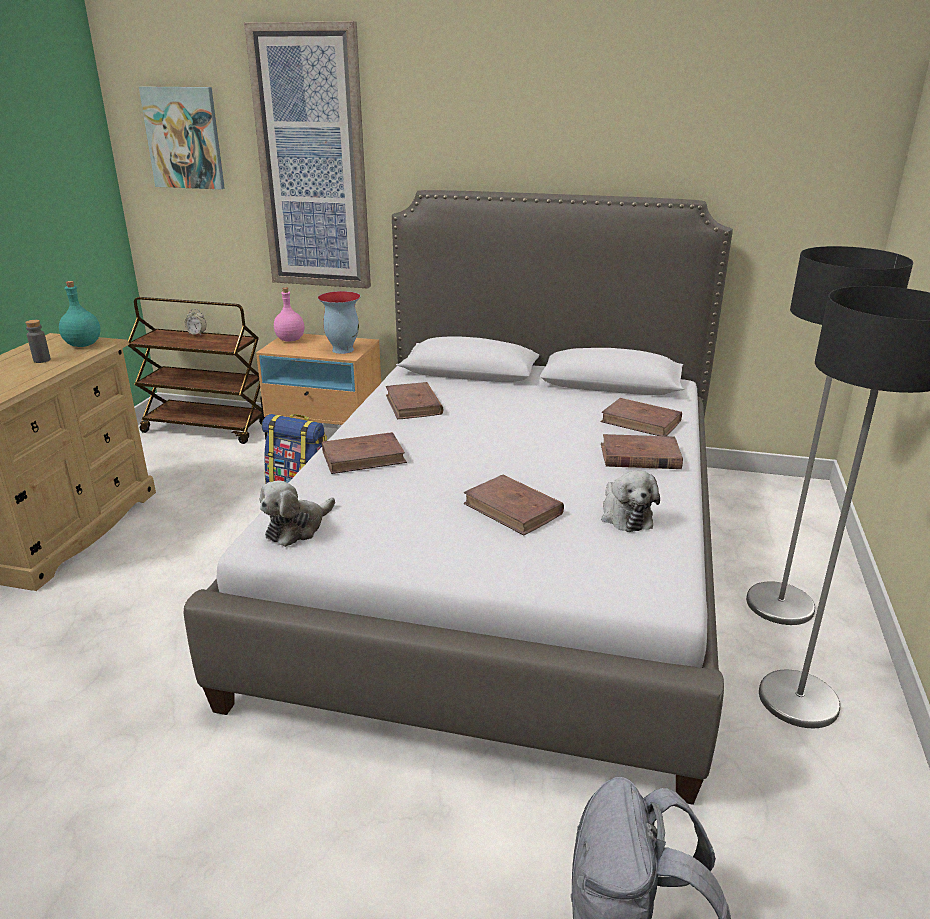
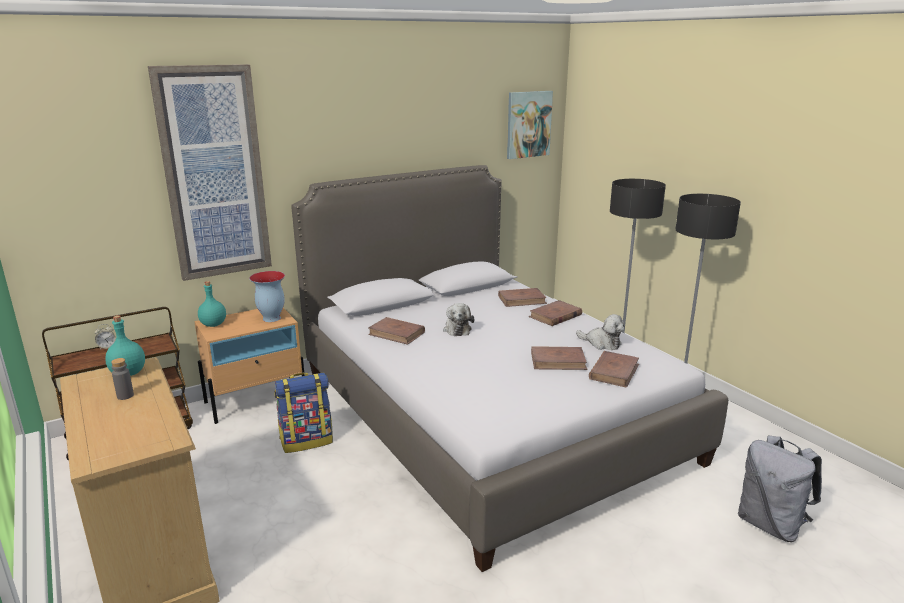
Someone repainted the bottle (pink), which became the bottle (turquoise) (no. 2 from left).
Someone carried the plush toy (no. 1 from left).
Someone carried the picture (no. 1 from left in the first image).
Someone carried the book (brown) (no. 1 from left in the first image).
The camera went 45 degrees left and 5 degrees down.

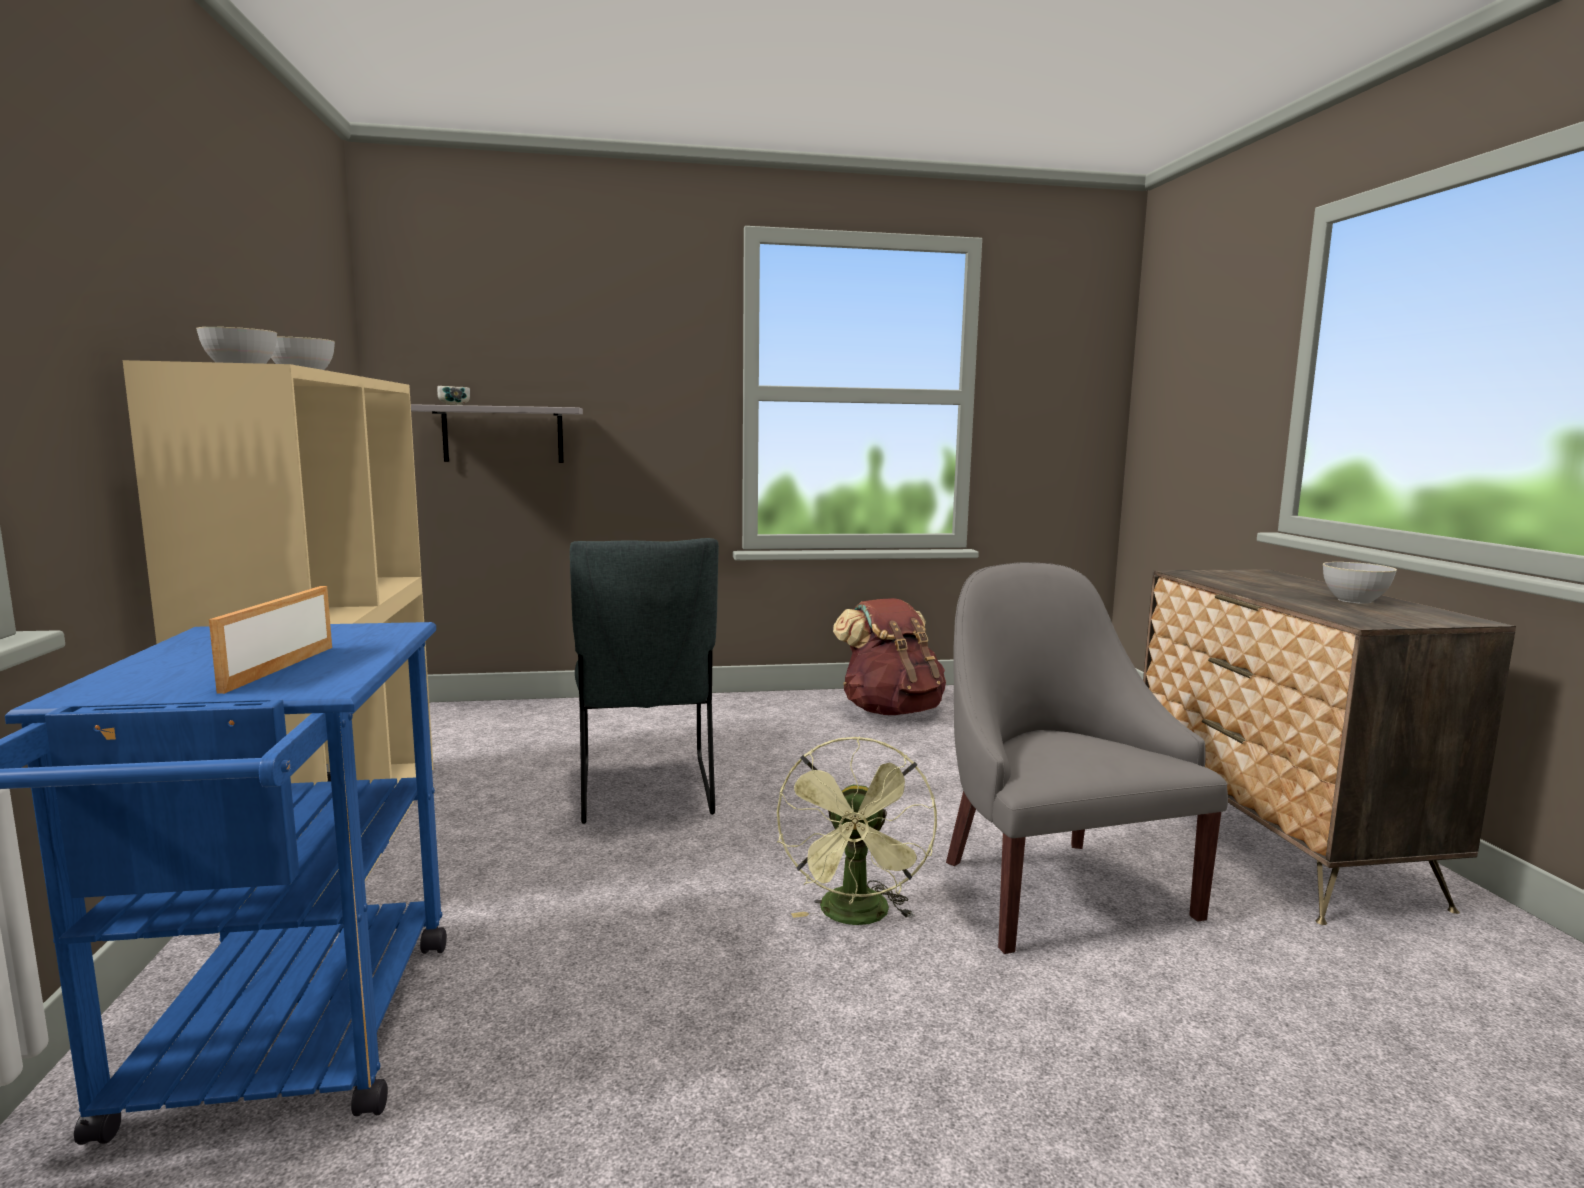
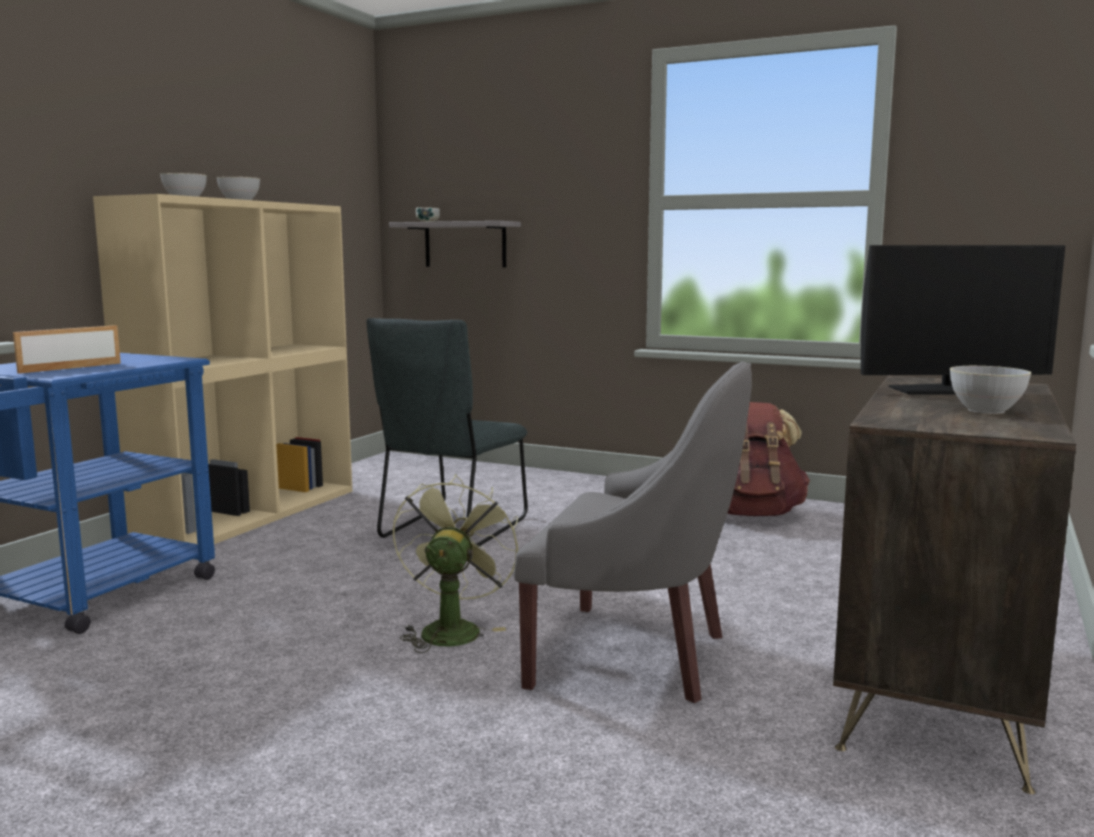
Someone rotated the fan (green) by 150 degrees clockwise.
Someone rotated the armchair (grey) by 90 degrees clockwise.
Someone put down the monitor.
The camera went 35 degrees right and 0 degrees up.

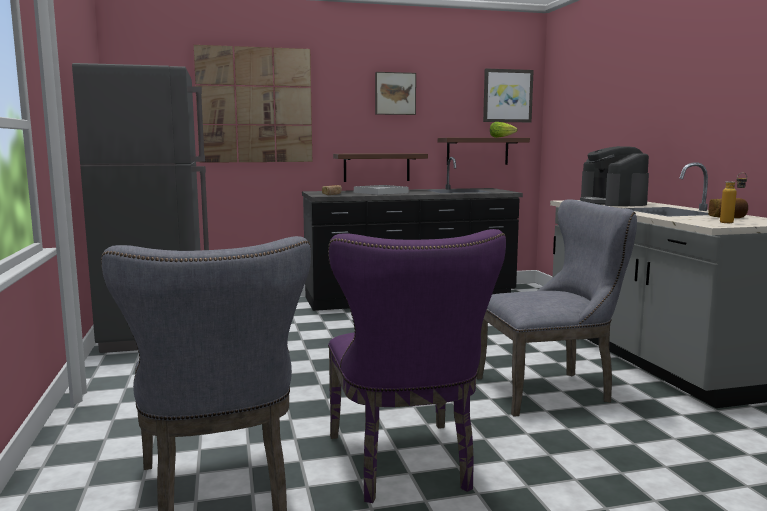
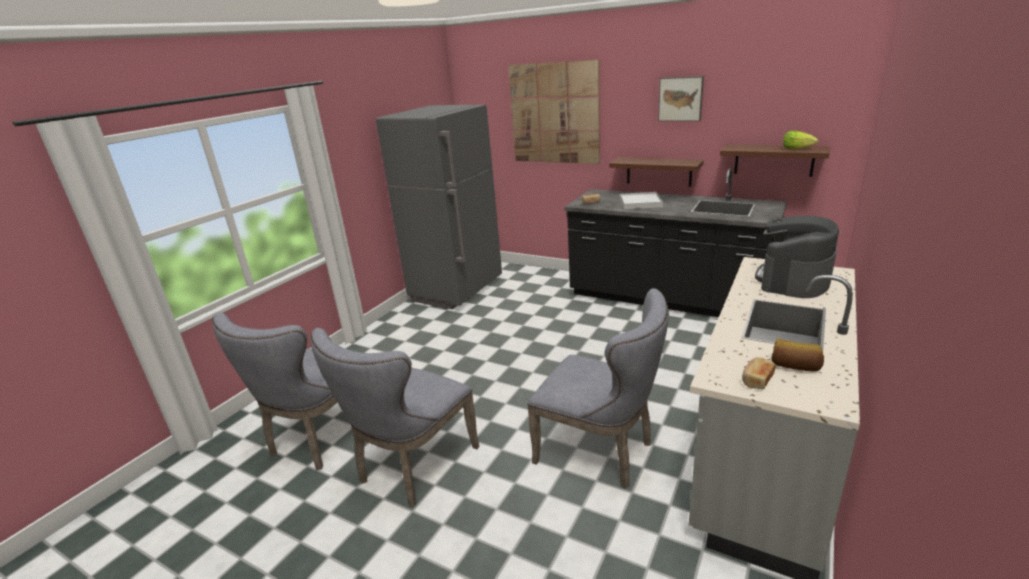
Someone repainted the chair (purple), which became the chair (grey) (no. 2 from left).
Someone swapped the bottle for the bread (no. 2 from left).
Someone took away the picture (no. 3 from left).
The camera went 45 degrees right and 15 degrees up.

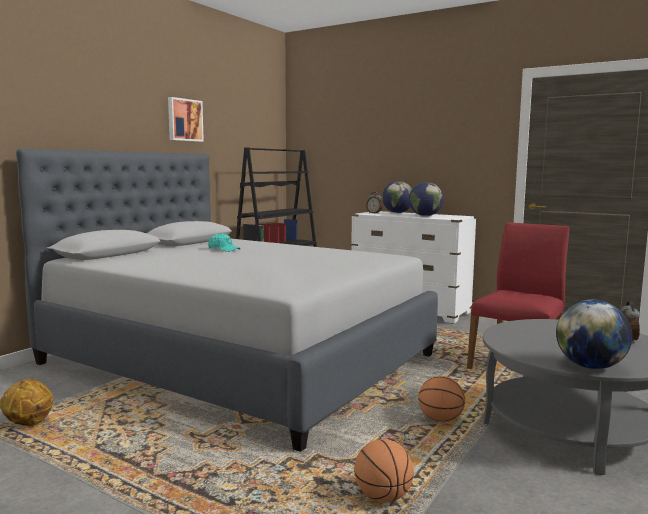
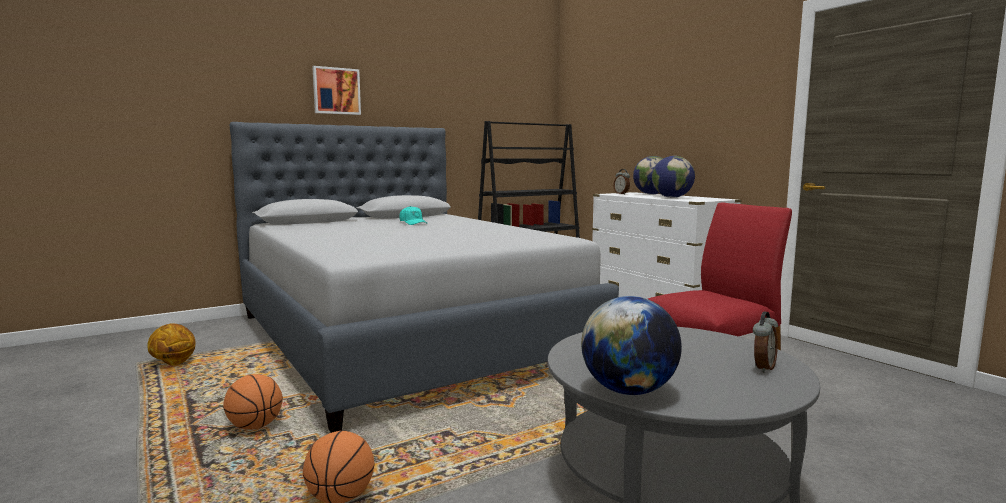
Someone carried the basketball (no. 3 from left in the first image).
Someone carried the picture.
The camera went 25 degrees right and 0 degrees up.

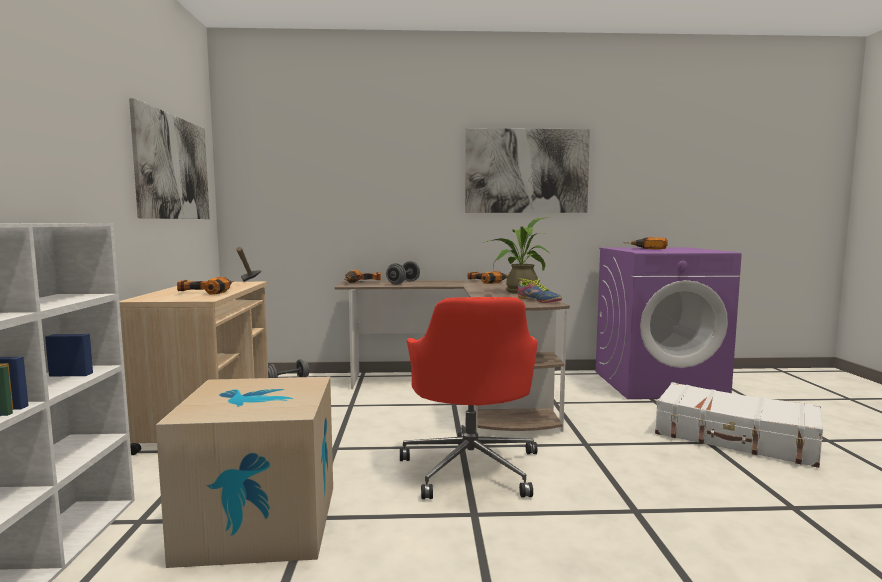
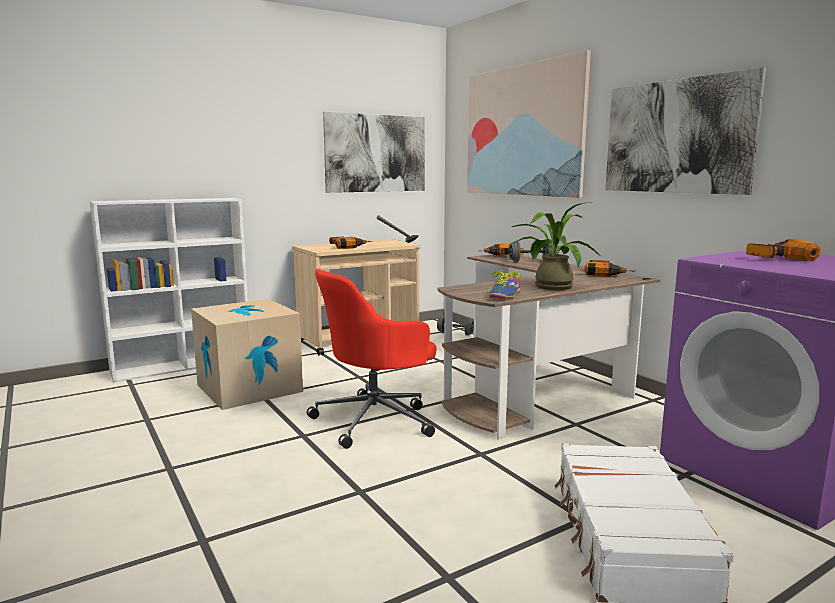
Someone put up the picture (no. 2 from left).
The camera went 60 degrees right and 5 degrees up.

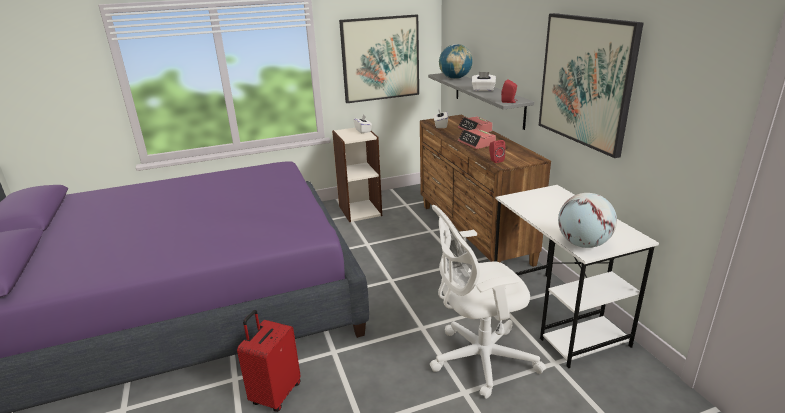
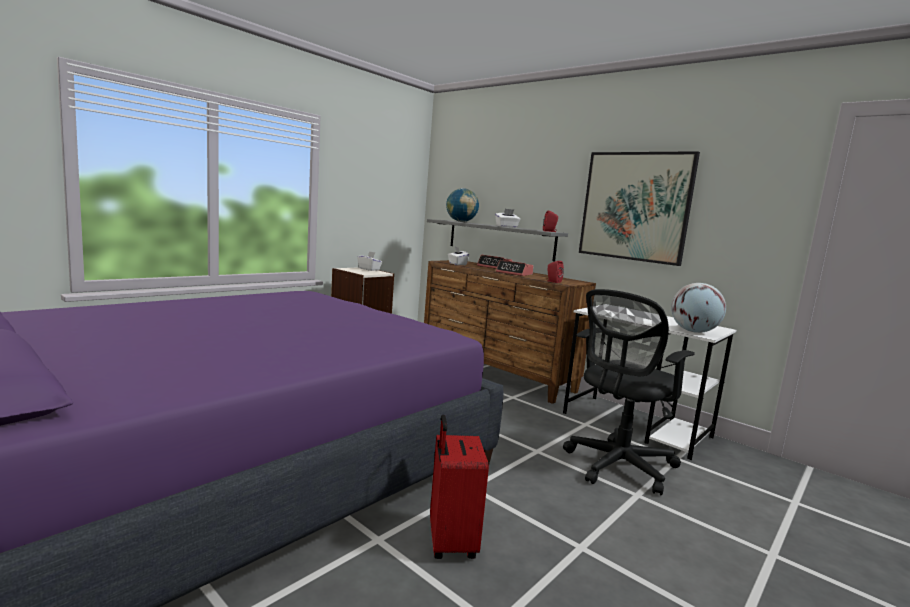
Someone repainted the office chair (white), which became the office chair (black).
Someone took away the picture (no. 1 from left).
The camera went 30 degrees left and 15 degrees down.

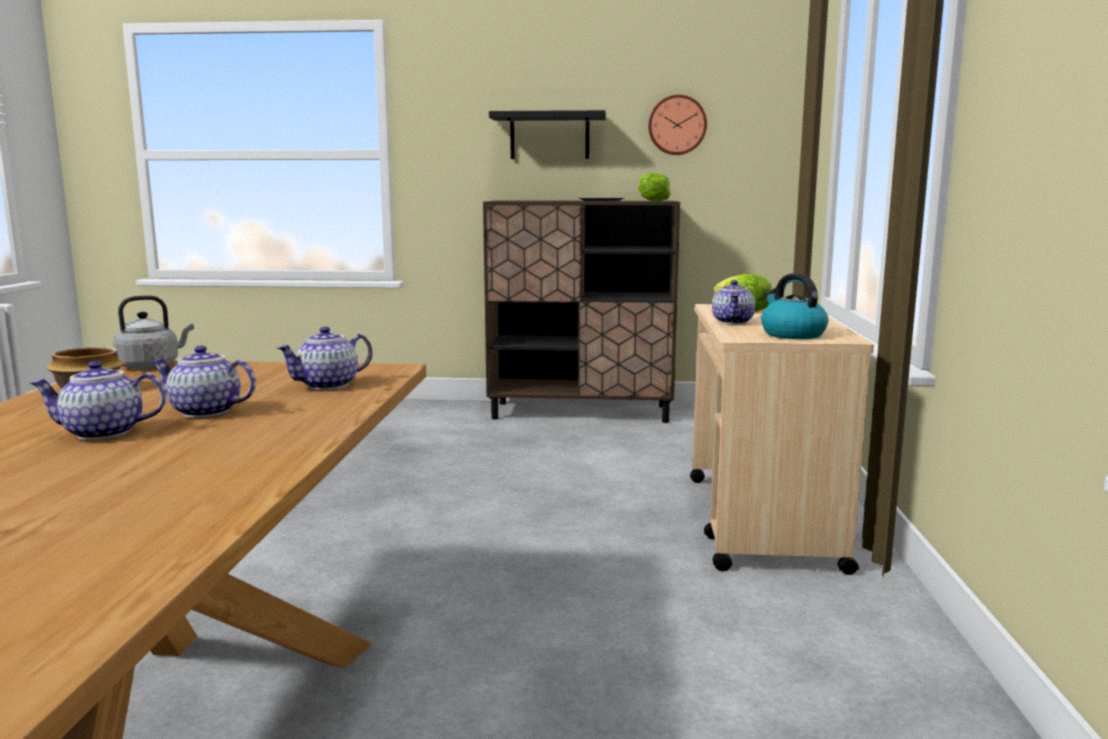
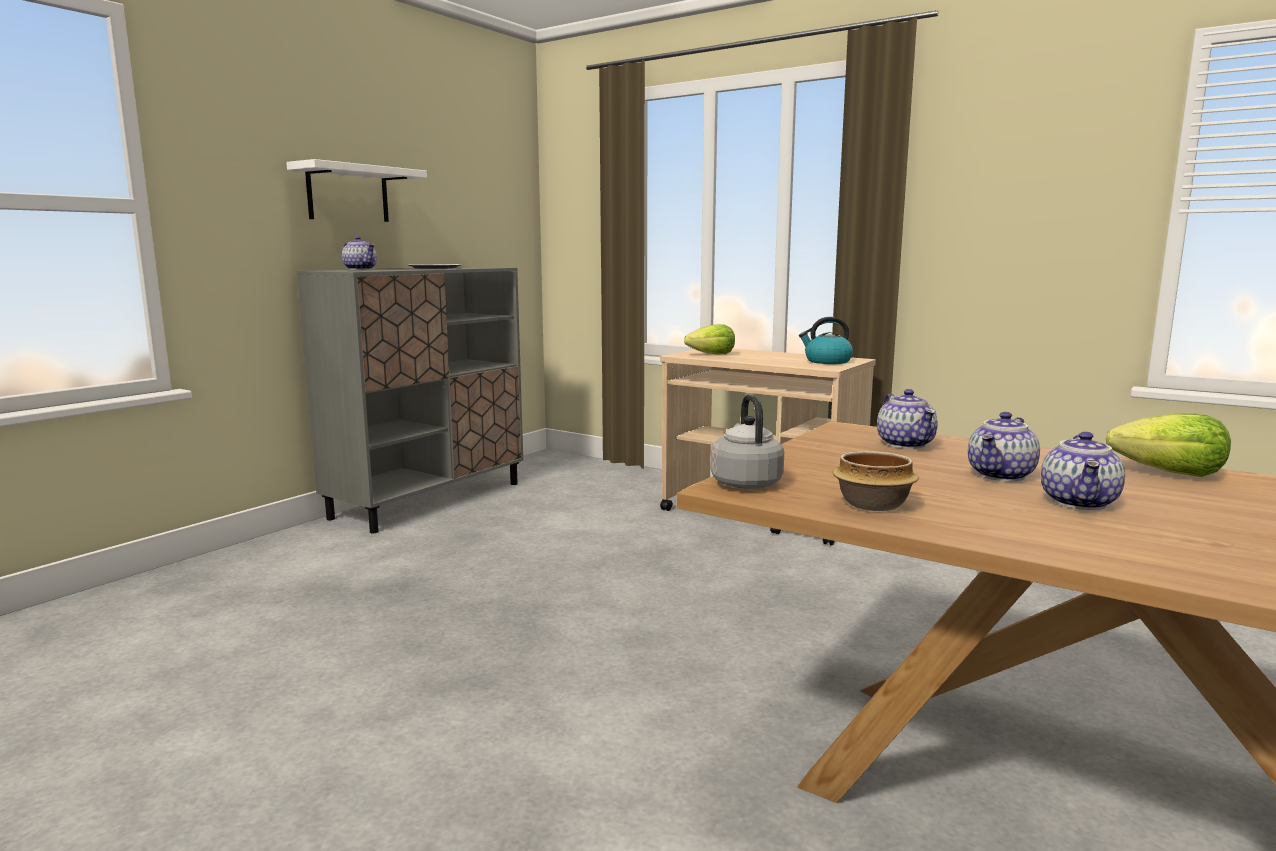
Someone repainted the shelf (black), which became the shelf (white).
Someone repainted the cabinet (brown), which became the cabinet (grey).
Someone carried the teapot (no. 4 from left in the first image).
Someone carried the lettuce (no. 1 from left in the first image).
Someone took away the wall clock.
The camera went 60 degrees left and 0 degrees up.

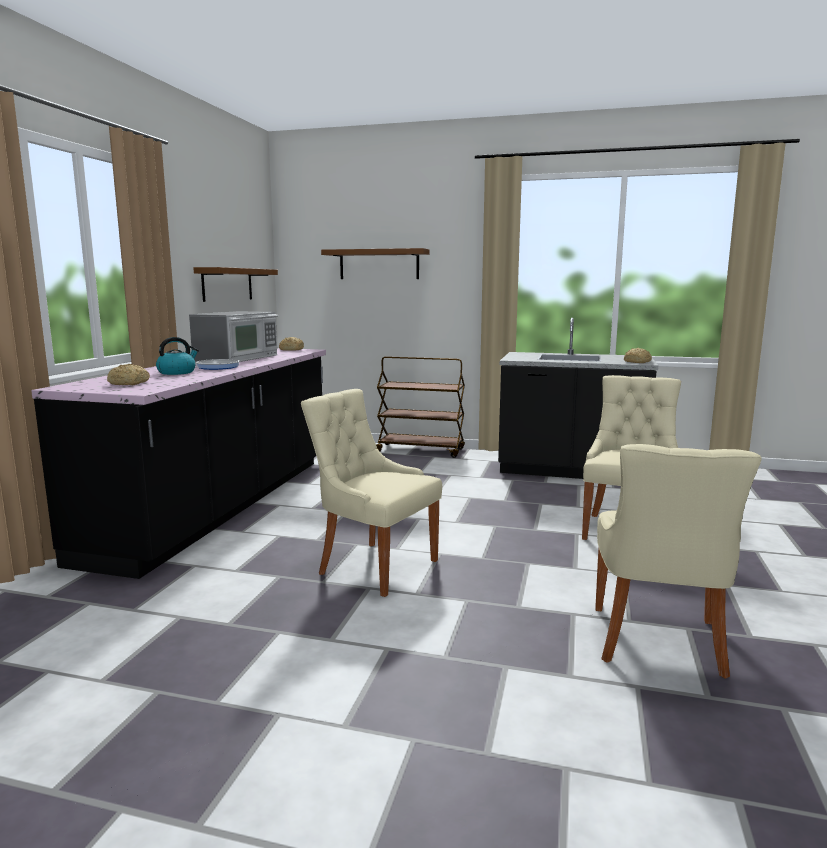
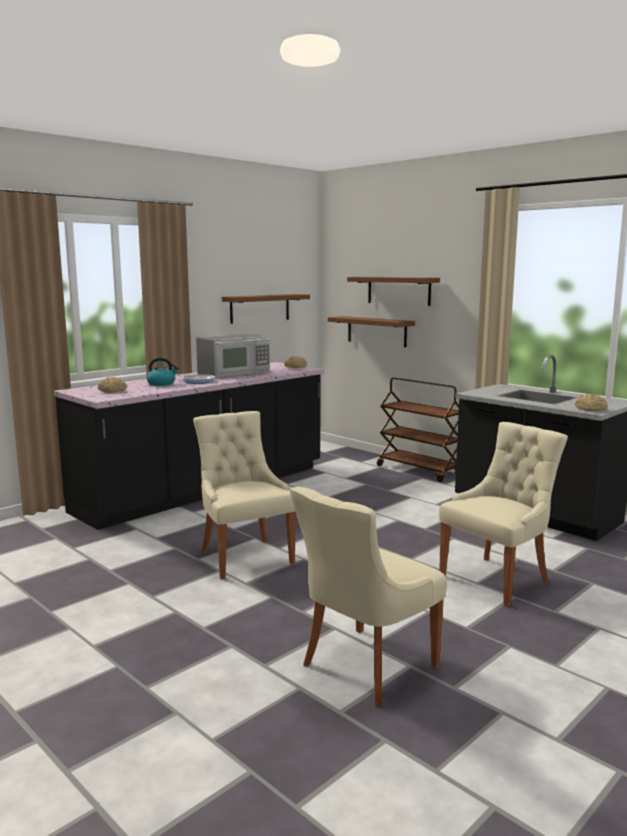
Someone put up the shelf (brown) (no. 2 from left).
The camera went 30 degrees right and 0 degrees up.

